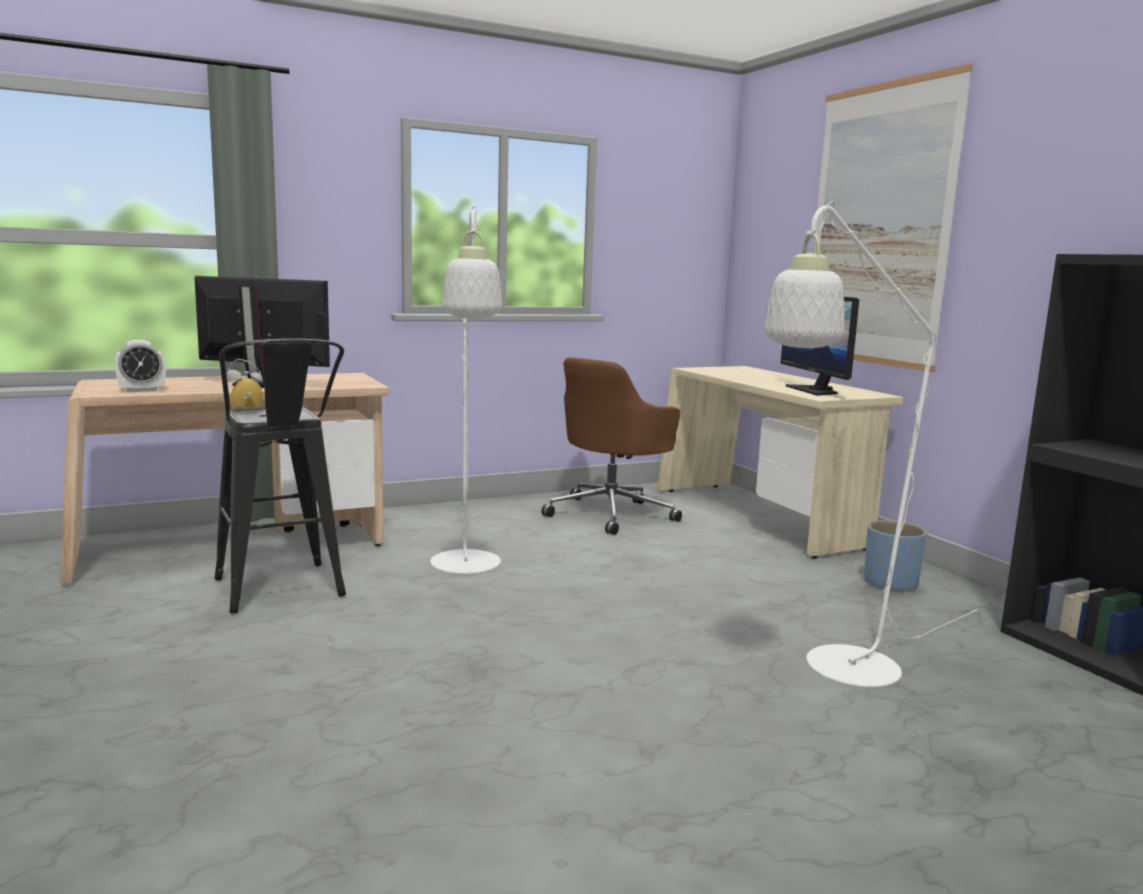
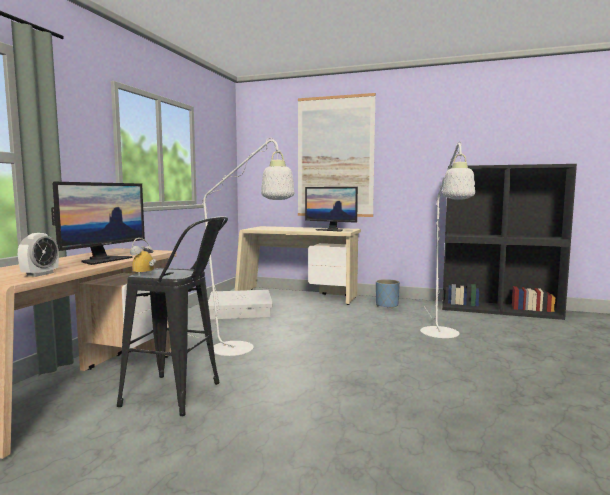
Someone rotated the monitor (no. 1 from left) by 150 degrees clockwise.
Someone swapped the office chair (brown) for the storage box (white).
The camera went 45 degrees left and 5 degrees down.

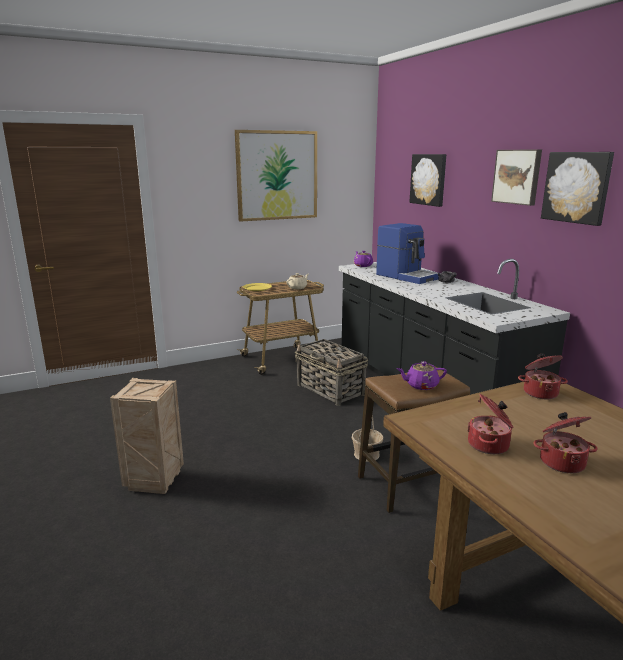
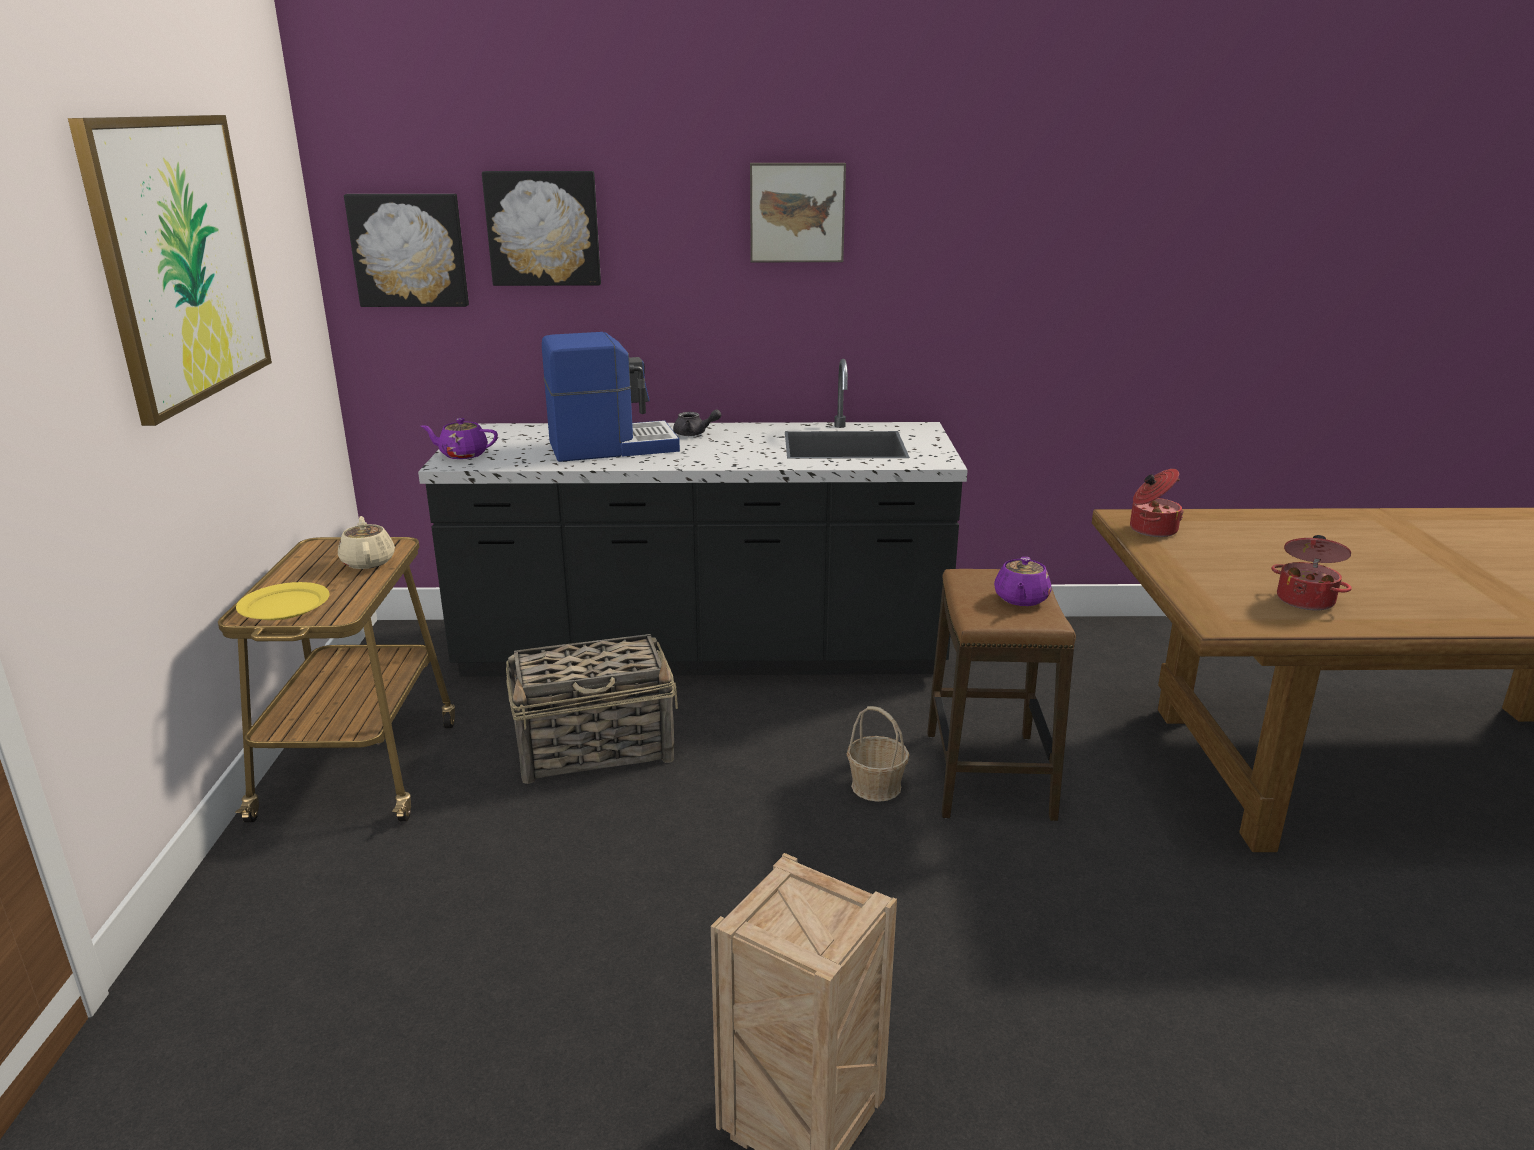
Someone carried the picture (no. 4 from left in the first image).
Someone took away the cooking pot (no. 3 from left).
The camera went 65 degrees left and 5 degrees up.

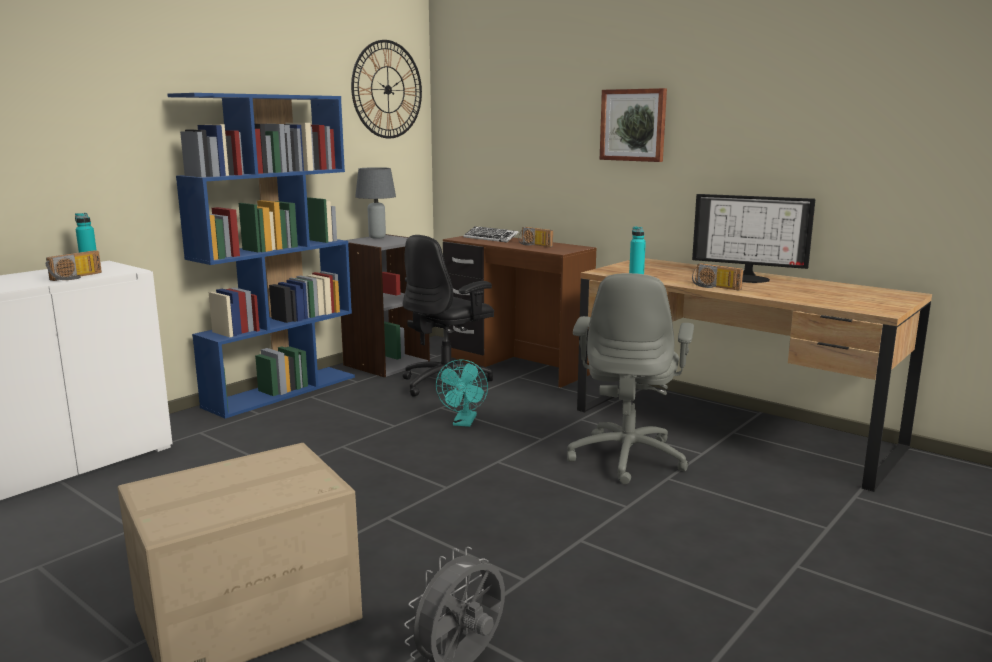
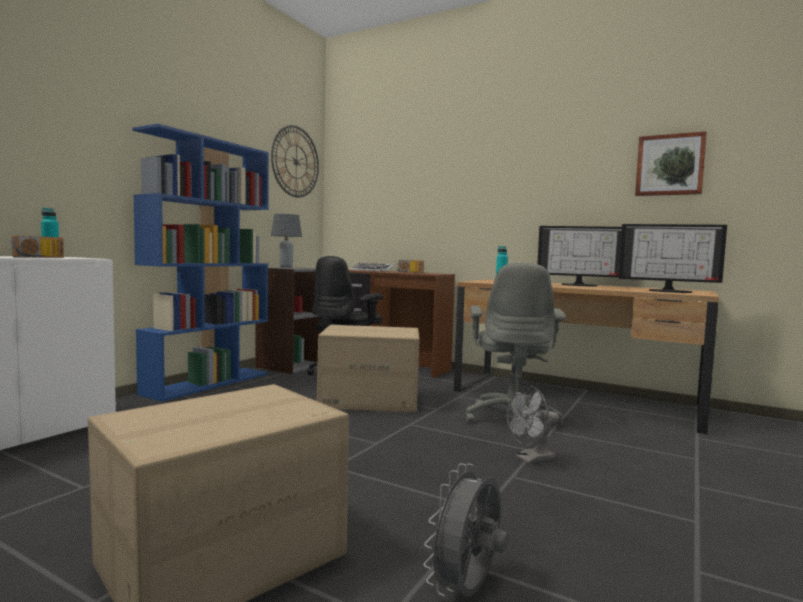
Someone swapped the fan (turquoise) for the cardboard box (no. 2 from left).
Someone put down the fan (grey) (no. 2 from left).
Someone put down the monitor (no. 2 from left).
Someone carried the picture.
Someone took away the radio (no. 3 from left).
The camera went 10 degrees left and 10 degrees down.

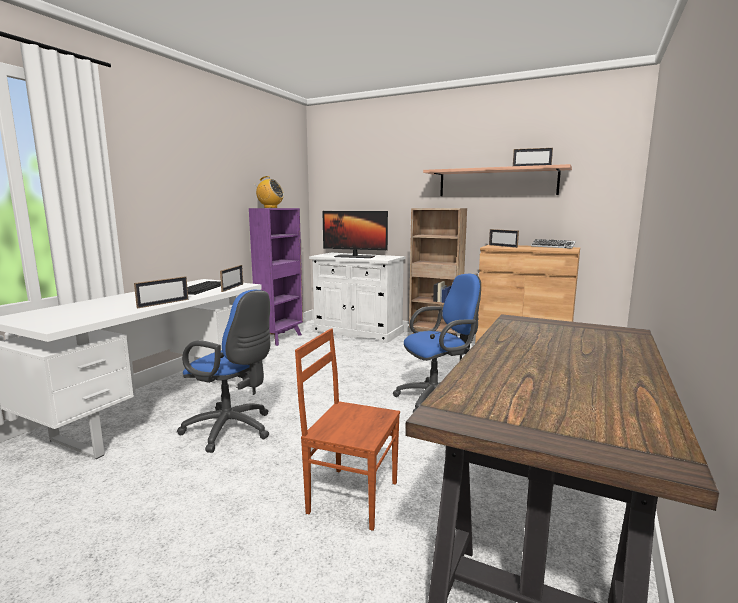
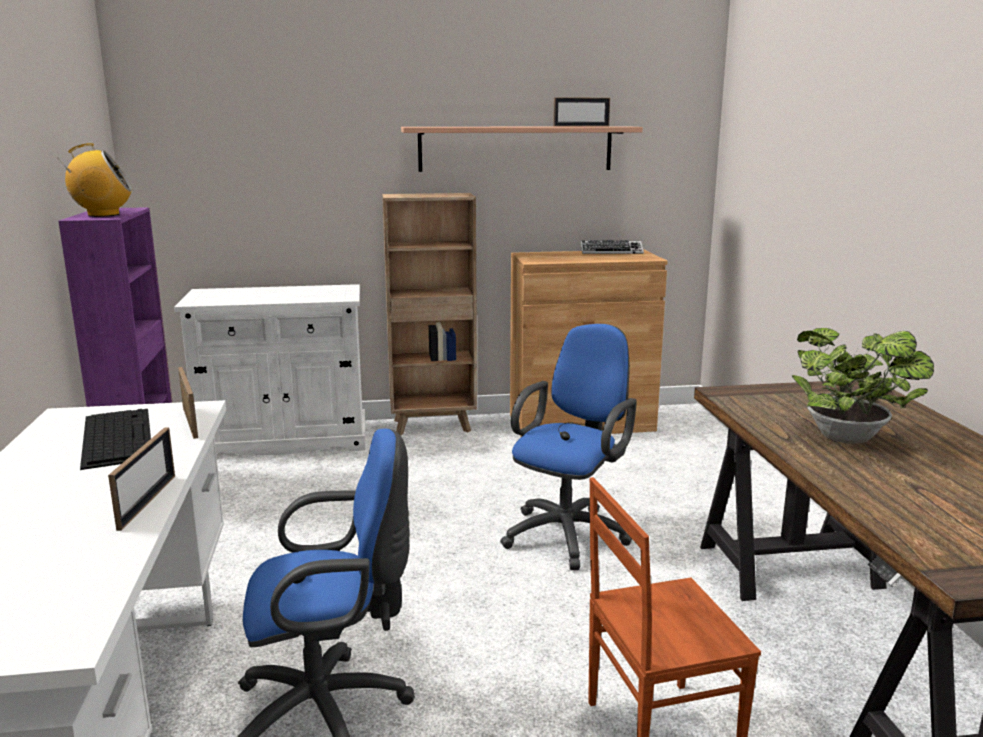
Someone put down the potted plant.
Someone took away the monitor.
Someone took away the picture frame (no. 3 from left).
The camera went 35 degrees left and 5 degrees up.

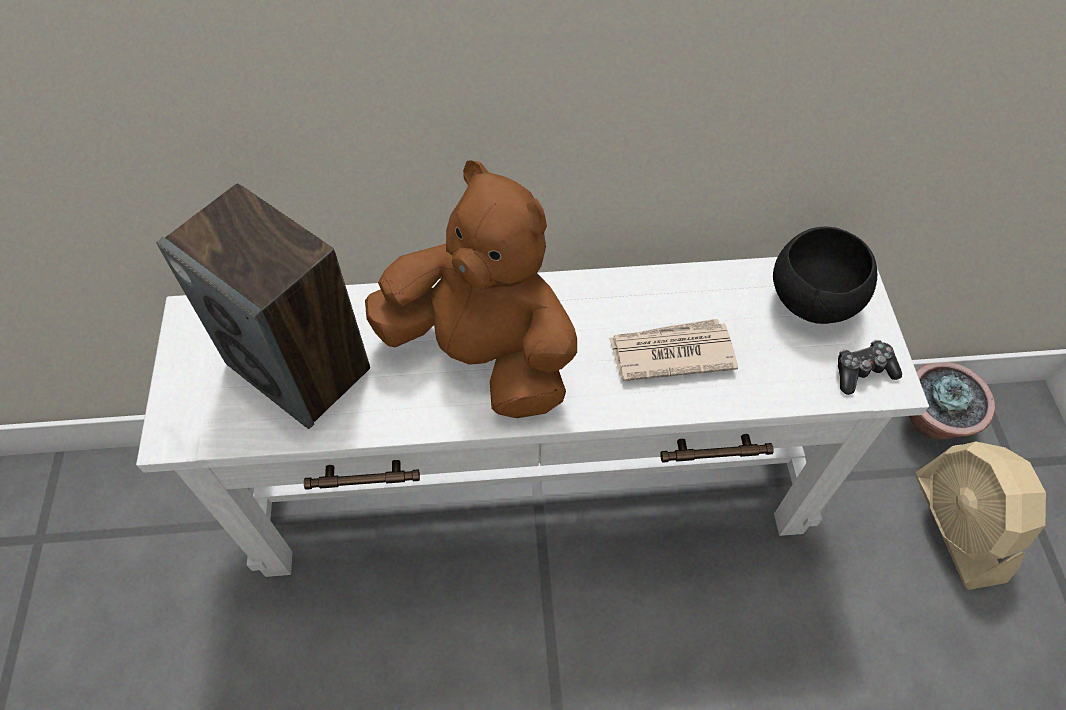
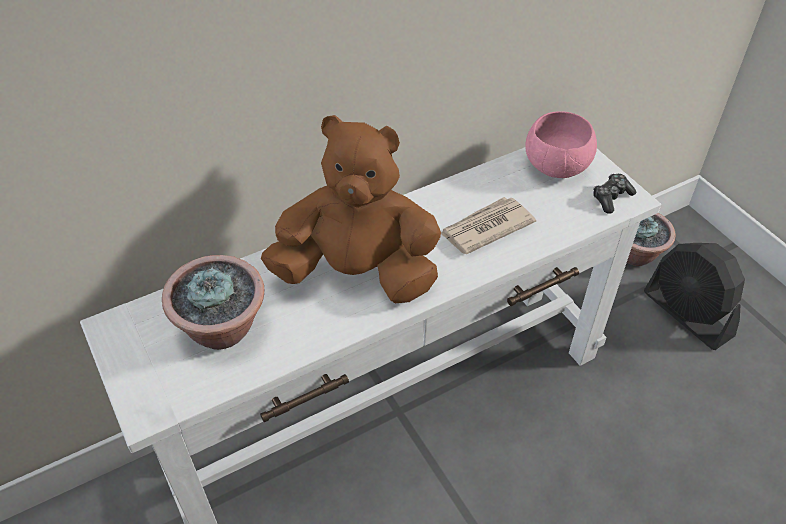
Someone swapped the speaker for the potted plant (no. 1 from left).
Someone repainted the bowl (black), which became the bowl (pink).
Someone repainted the fan (beige), which became the fan (black).
The camera went 25 degrees left and 10 degrees down.

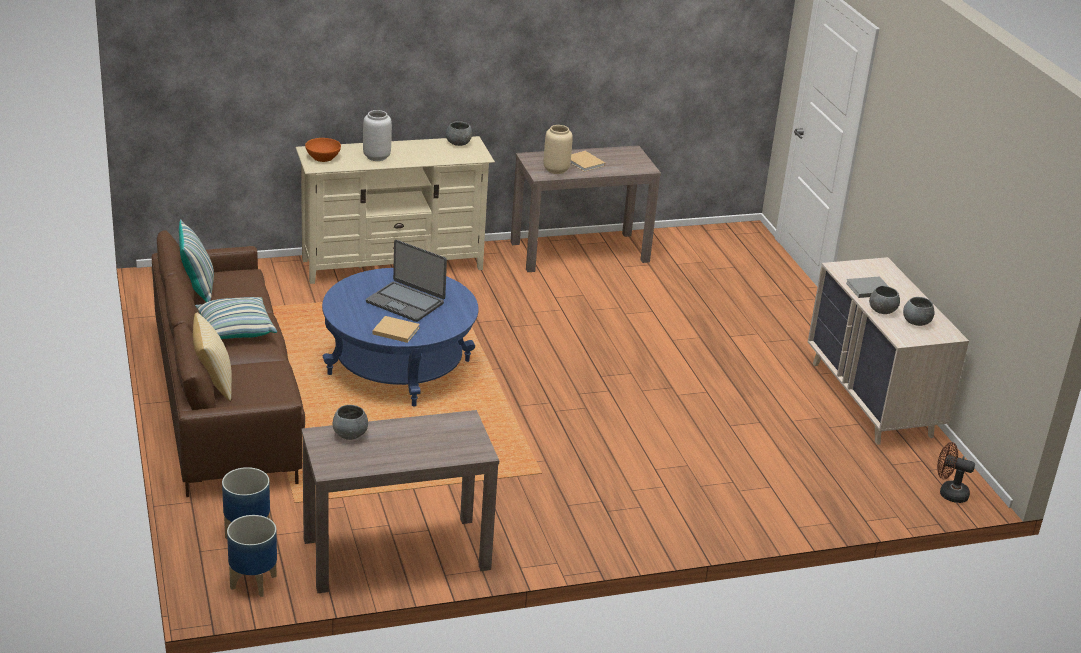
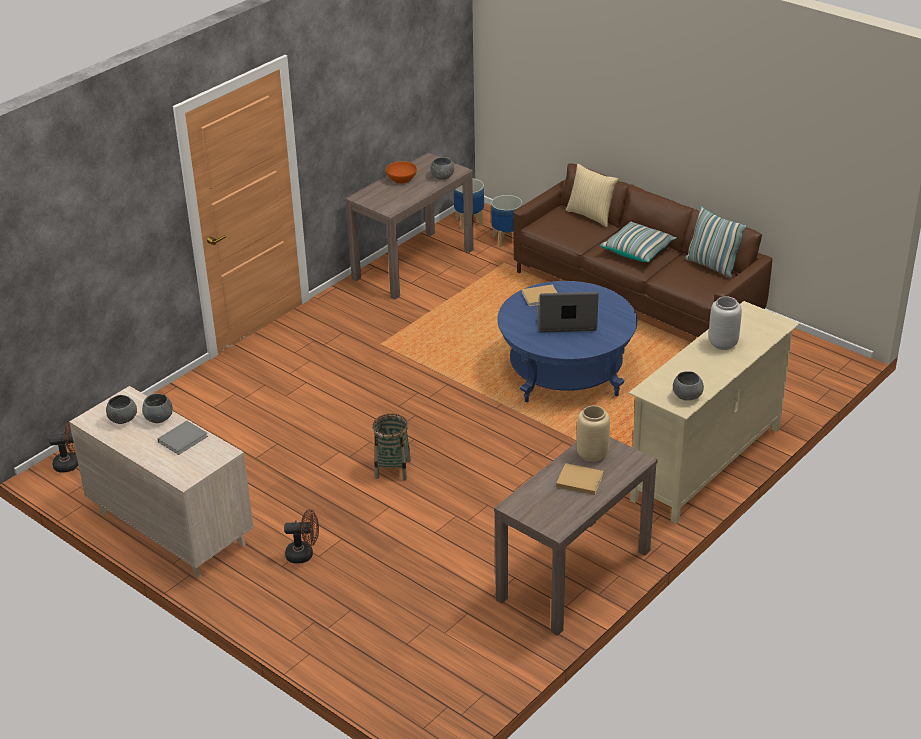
Someone put down the fan (brown) (no. 2 from left).
Someone put down the basket.
Someone carried the bowl (orange).
The camera went 150 degrees right and 5 degrees up.

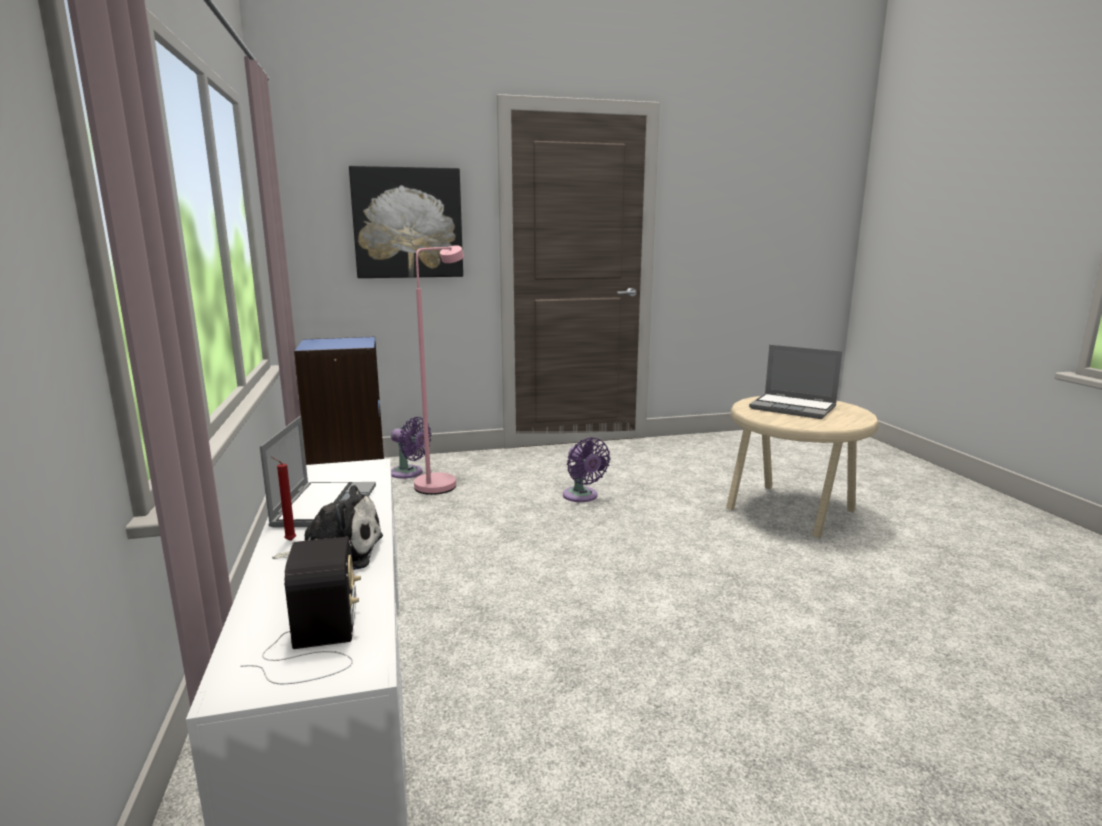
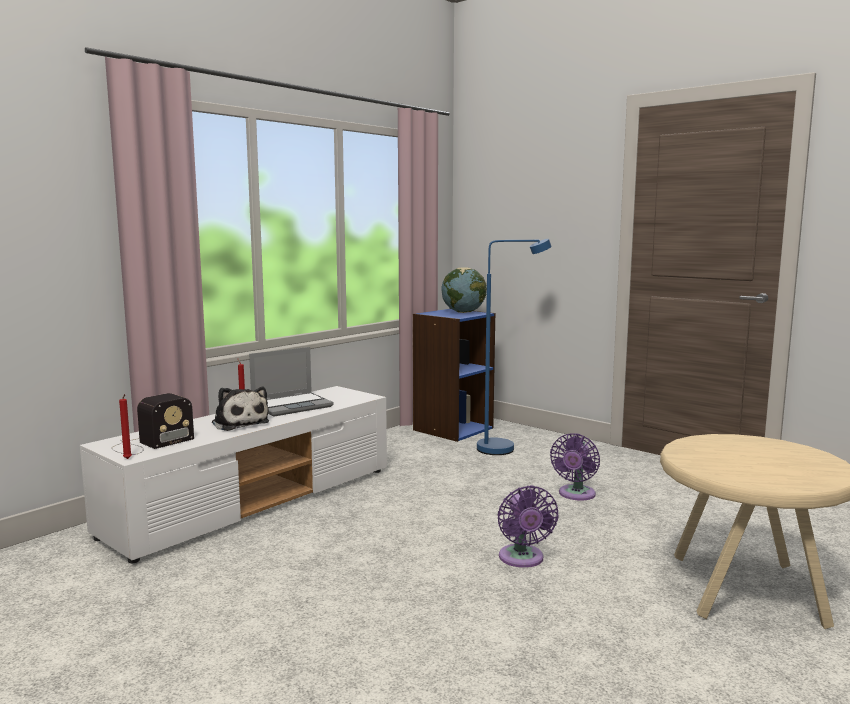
Someone put down the candle (red) (no. 1 from left).
Someone put down the globe.
Someone repainted the floor lamp (pink), which became the floor lamp (blue).
Someone carried the fan (purple) (no. 1 from left).
Someone took away the picture.
Someone took away the laptop (no. 2 from left).
The camera went 55 degrees right and 5 degrees down.

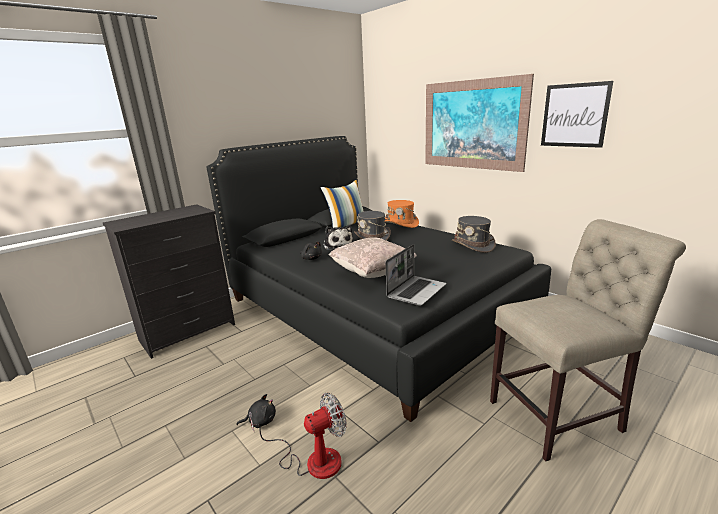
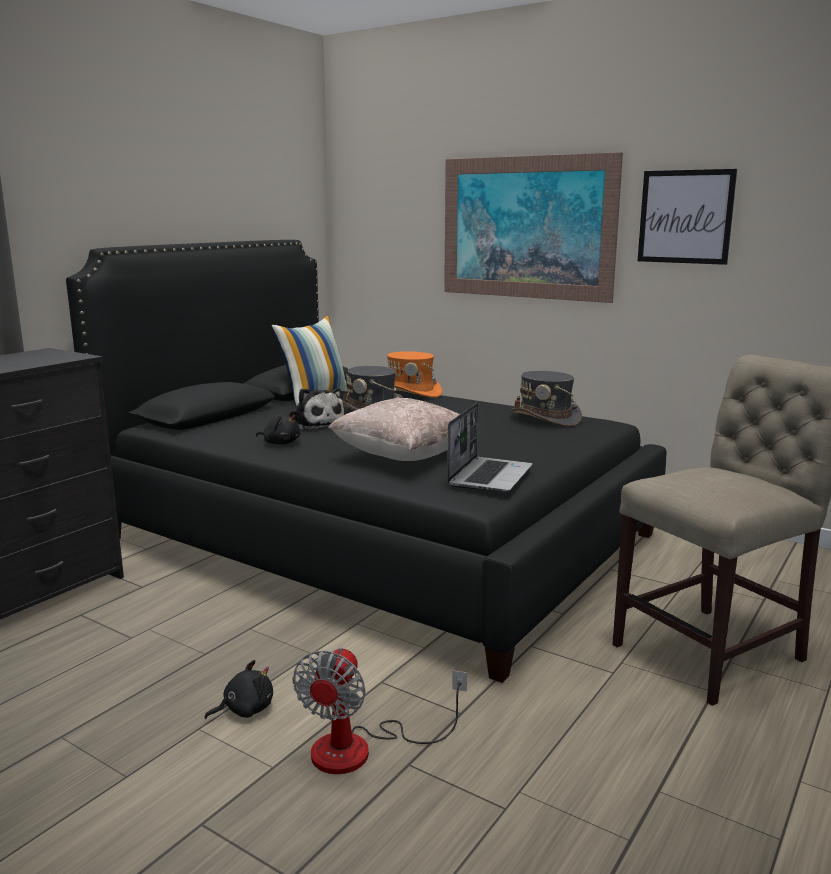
Someone rotated the fan by 150 degrees clockwise.
The camera went 15 degrees left and 5 degrees down.

